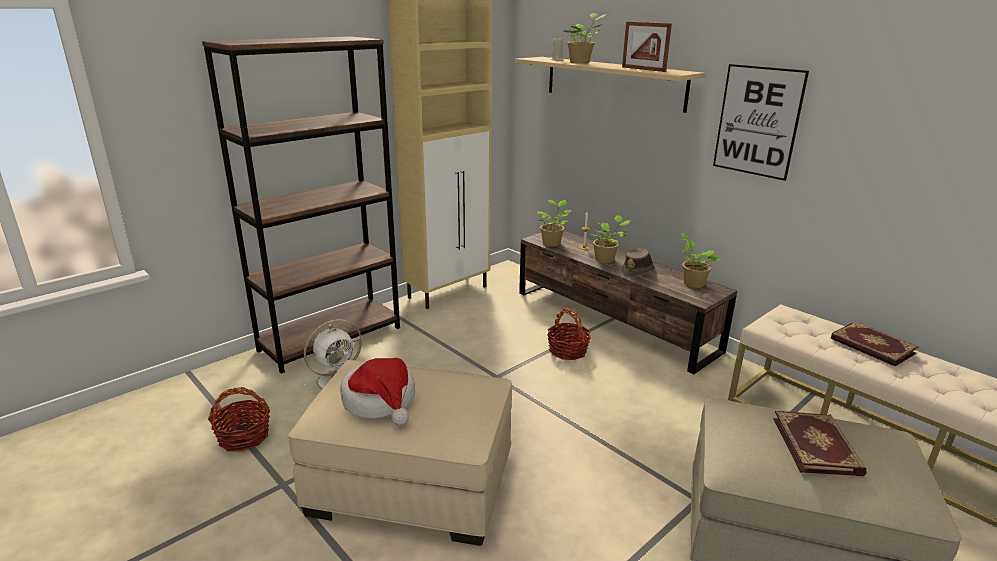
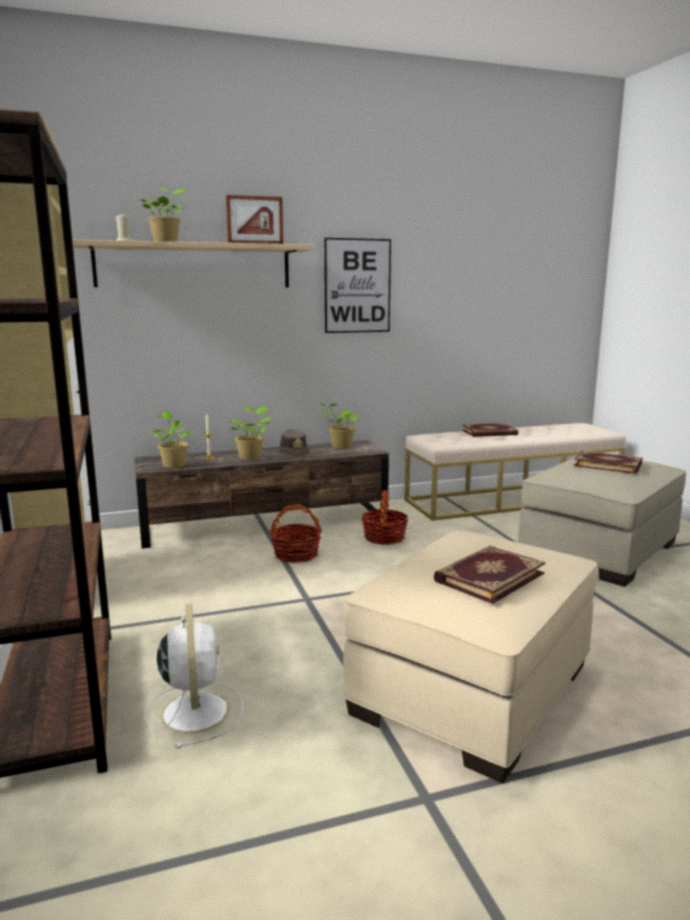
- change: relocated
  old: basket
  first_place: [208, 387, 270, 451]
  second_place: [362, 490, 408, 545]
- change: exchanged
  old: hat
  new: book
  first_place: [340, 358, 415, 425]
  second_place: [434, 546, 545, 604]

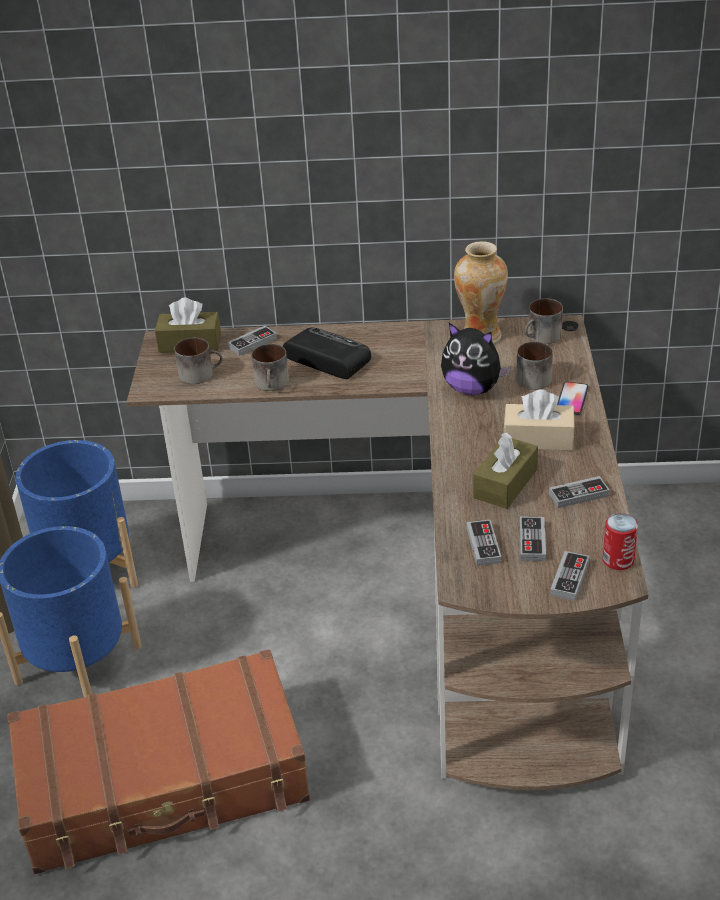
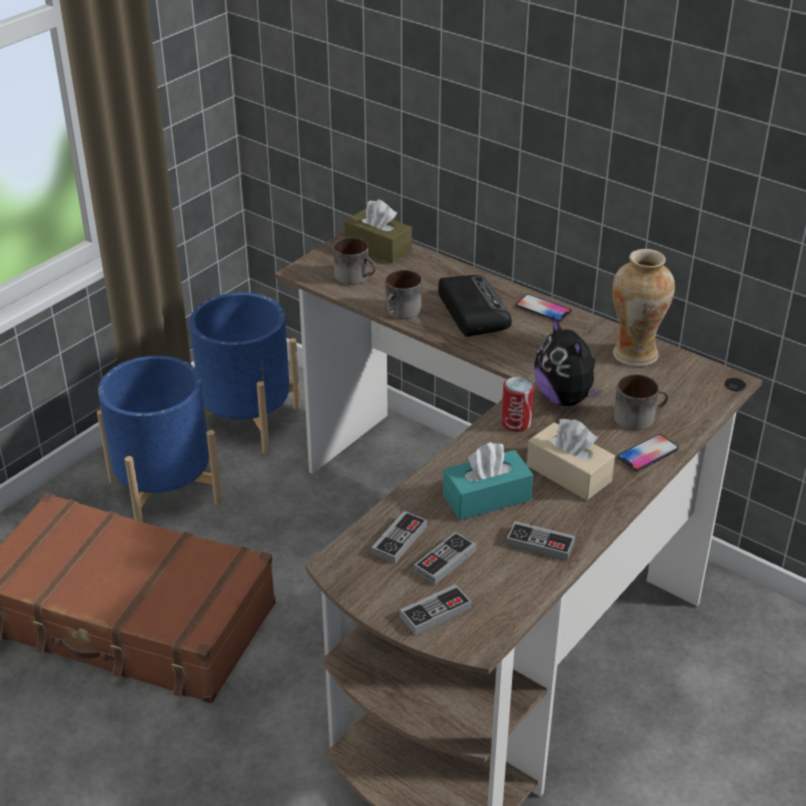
- change: missing
  old: game controller
  first_place: [228, 326, 277, 356]
- change: colour
  old: brown tissue box
  new: turquoise tissue box
  first_place: [473, 432, 538, 509]
  second_place: [443, 442, 533, 520]
- change: missing
  old: mug
  first_place: [524, 298, 563, 344]
- change: relocated
  old: can
  first_place: [603, 513, 638, 570]
  second_place: [501, 376, 534, 432]
- change: appeared
  new: phone
  second_place: [515, 294, 572, 322]

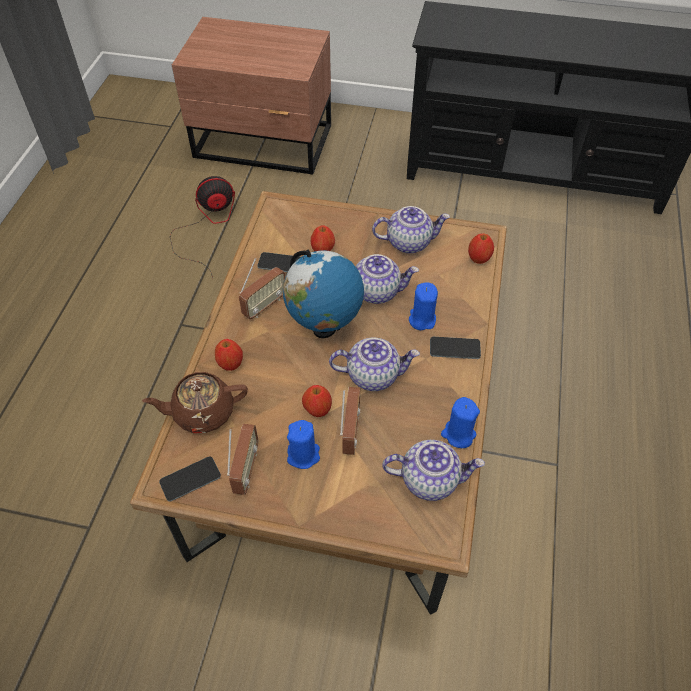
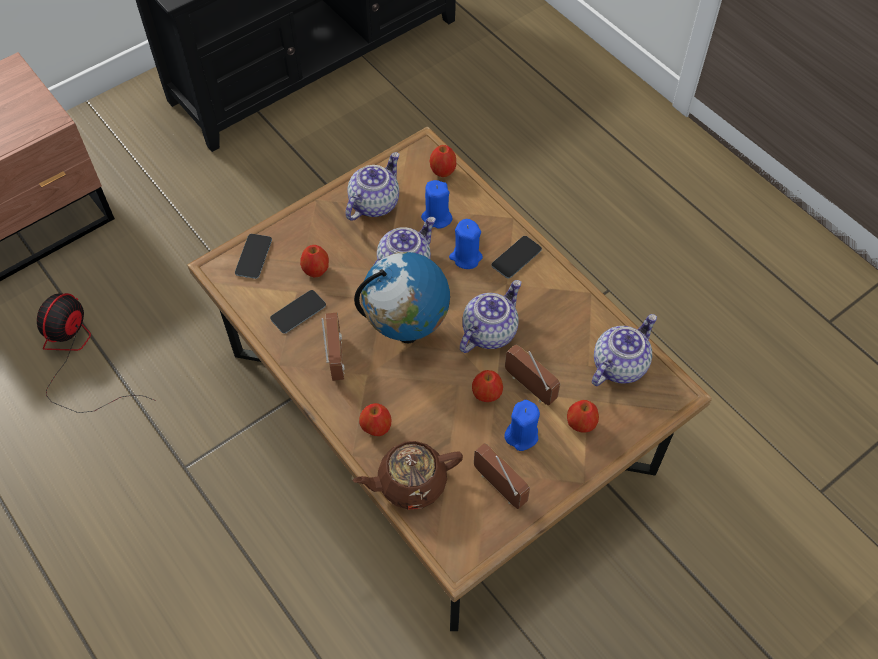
- change: spun
  old: brown teapot
  first_place: [142, 372, 248, 433]
  second_place: [353, 441, 463, 510]
  degrees: 45
- change: relocated
  old: phone
  first_place: [159, 456, 221, 501]
  second_place: [235, 234, 272, 279]
- change: relocated
  old: blue candle
  first_place: [441, 397, 480, 448]
  second_place: [421, 180, 453, 229]
- change: appeared
  new: apple
  second_place: [567, 400, 599, 433]

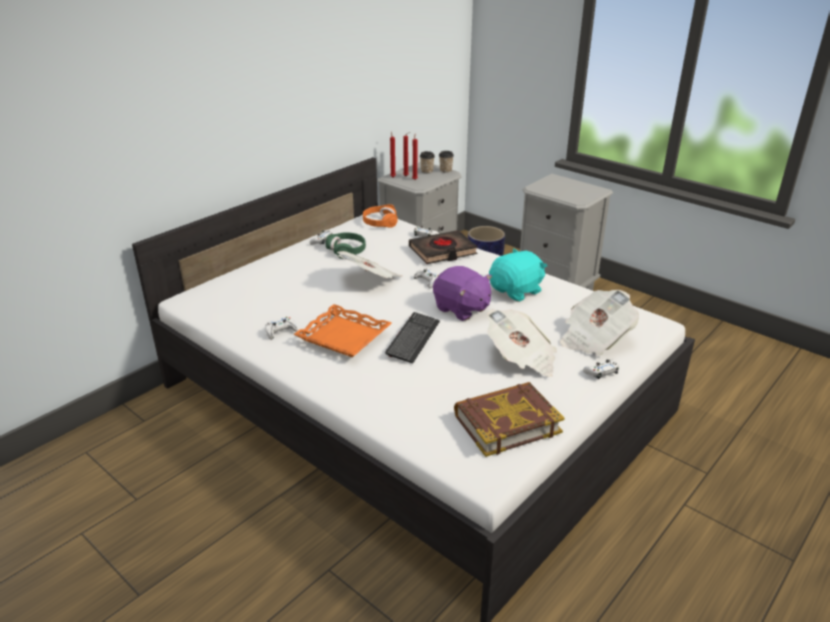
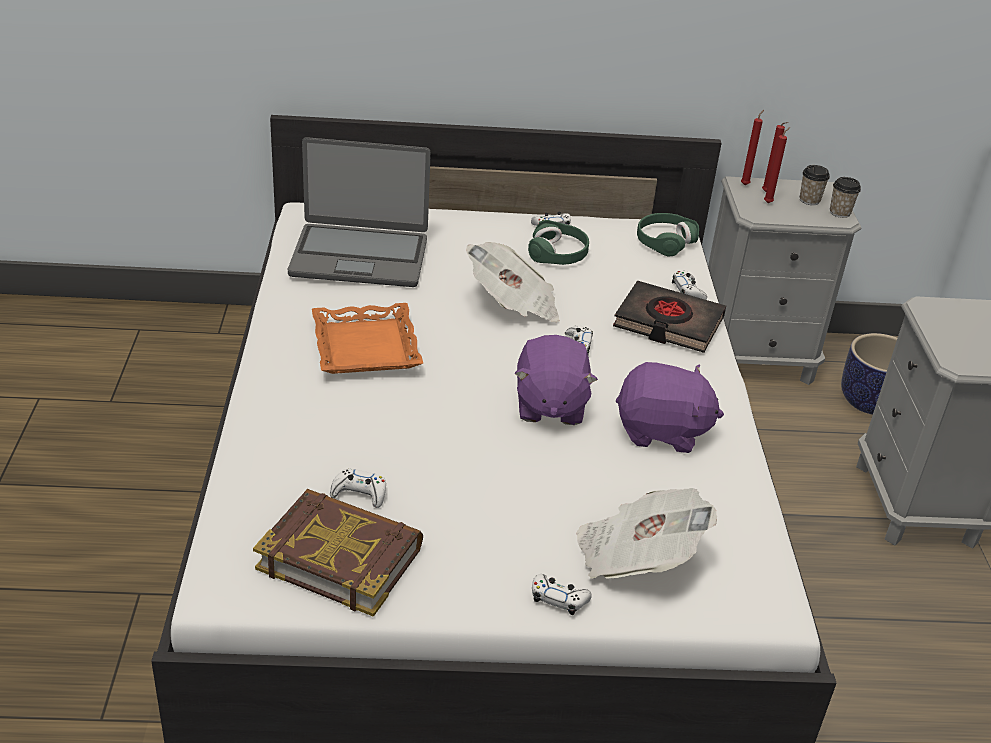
- change: relocated
  old: white game controller
  first_place: [265, 317, 298, 340]
  second_place: [330, 469, 386, 508]
- change: colour
  old: orange headphones
  new: green headphones
  first_place: [363, 204, 397, 228]
  second_place: [637, 213, 699, 257]
- change: missing
  old: keyboard
  first_place: [385, 312, 440, 363]
- change: missing
  old: newspaper
  first_place: [487, 309, 557, 377]
- change: colour
  old: turquoise plush toy
  new: purple plush toy
  first_place: [489, 248, 547, 302]
  second_place: [616, 362, 724, 453]
- change: appeared
  new: laptop
  second_place: [288, 137, 431, 287]

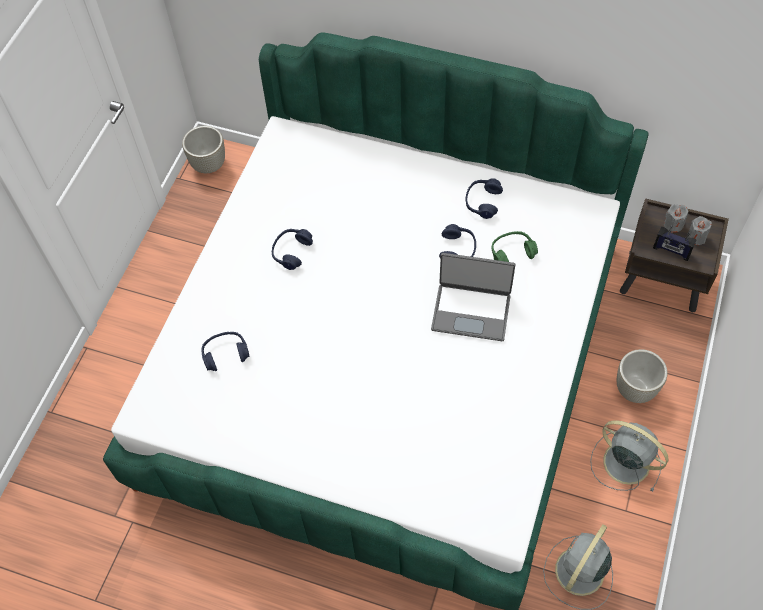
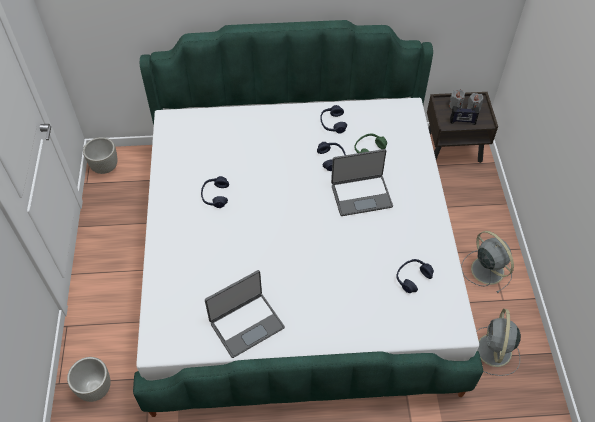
- change: relocated
  old: blue headphones
  first_place: [202, 332, 249, 371]
  second_place: [396, 259, 434, 293]
- change: spun
  old: grey fan
  first_place: [590, 420, 669, 492]
  second_place: [461, 231, 514, 293]
  degrees: 45
- change: relocated
  old: grey planter
  first_place: [617, 349, 668, 403]
  second_place: [67, 357, 111, 402]
- change: appeared
  new: laptop
  second_place: [205, 270, 285, 358]

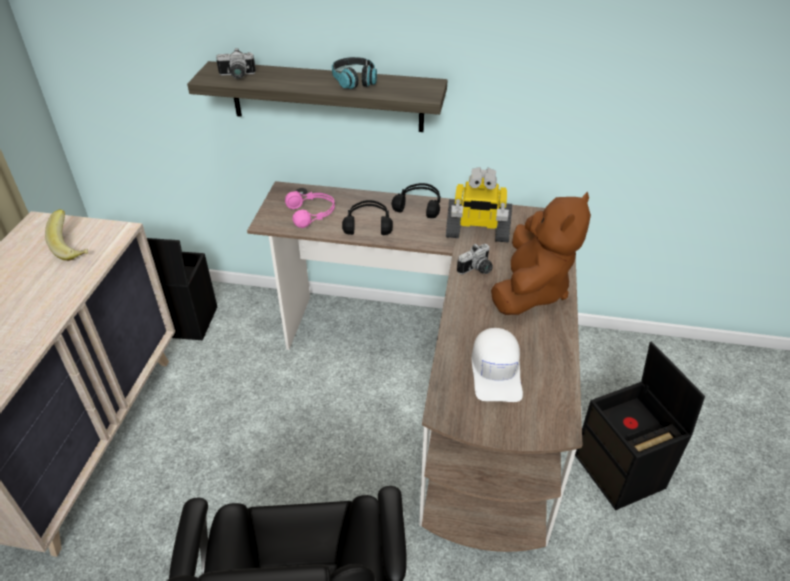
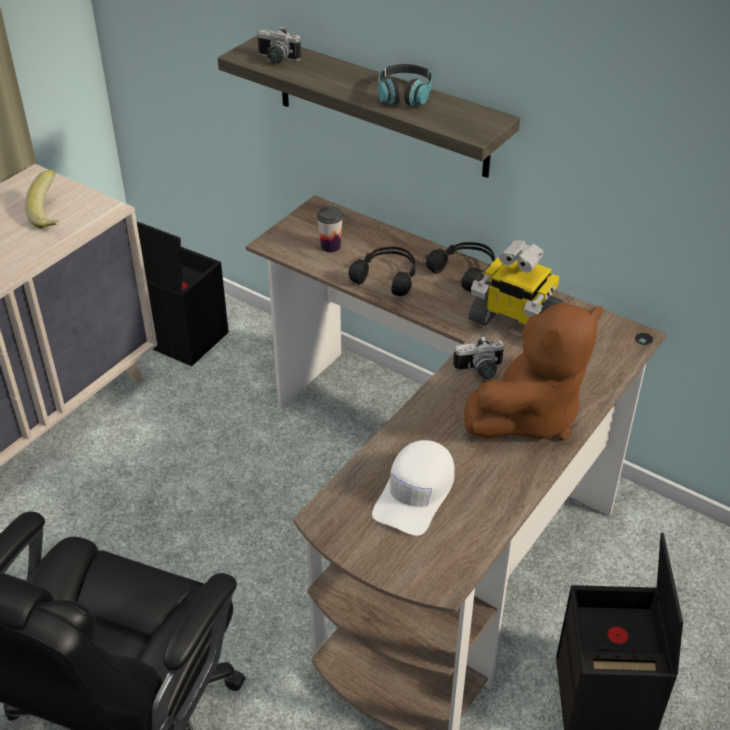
- change: exchanged
  old: pink headphones
  new: cup
  first_place: [285, 191, 335, 228]
  second_place: [317, 206, 343, 252]

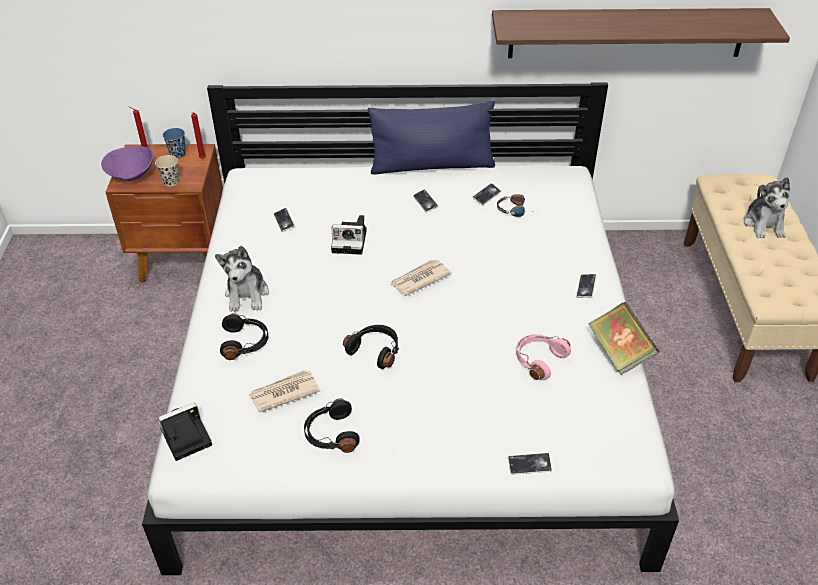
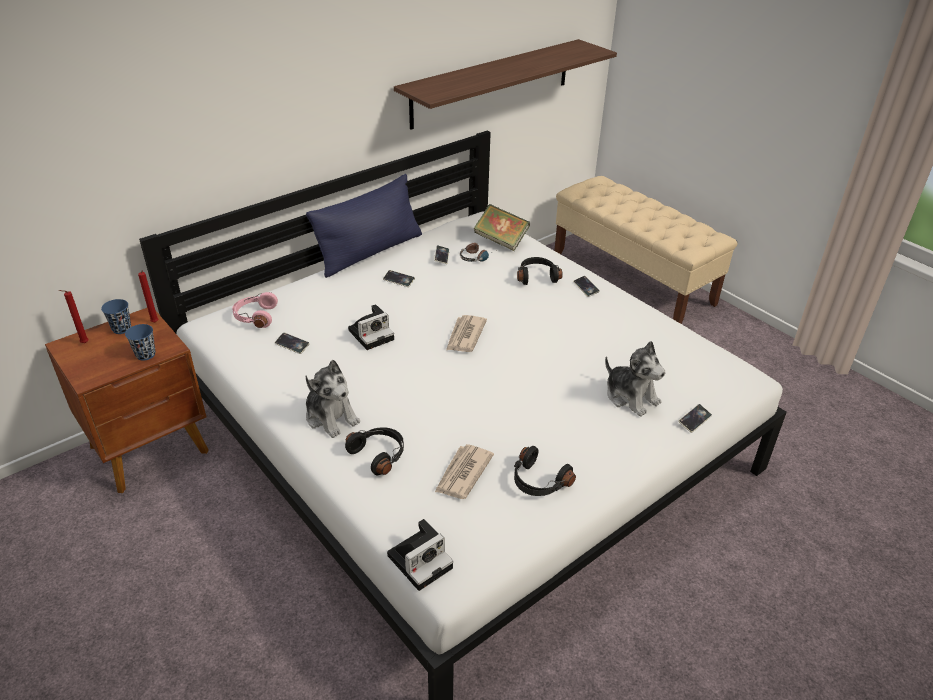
- change: missing
  old: purple bowl
  first_place: [101, 146, 153, 181]
- change: colour
  old: beige cup
  new: blue cup
  first_place: [155, 155, 179, 186]
  second_place: [125, 324, 155, 361]
- change: spun
  old: photo camera
  first_place: [158, 402, 212, 461]
  second_place: [387, 519, 453, 591]
  degrees: -150
- change: relocated
  old: black headphones
  first_place: [343, 325, 399, 369]
  second_place: [517, 257, 563, 285]
- change: relocated
  old: pink headphones
  first_place: [516, 334, 571, 380]
  second_place: [232, 292, 278, 328]
- change: relocated
  old: book
  first_place: [588, 302, 659, 375]
  second_place: [474, 204, 530, 251]
- change: relocated
  old: plush toy
  first_place: [744, 177, 790, 238]
  second_place: [605, 341, 666, 417]

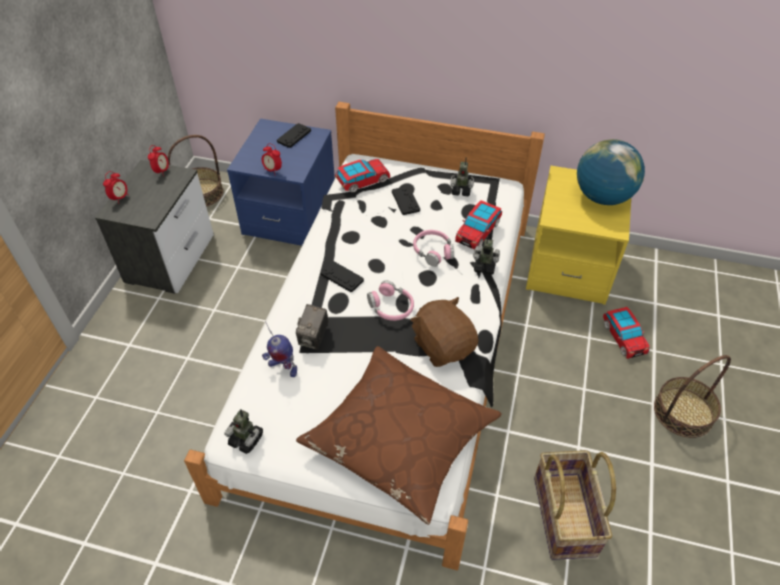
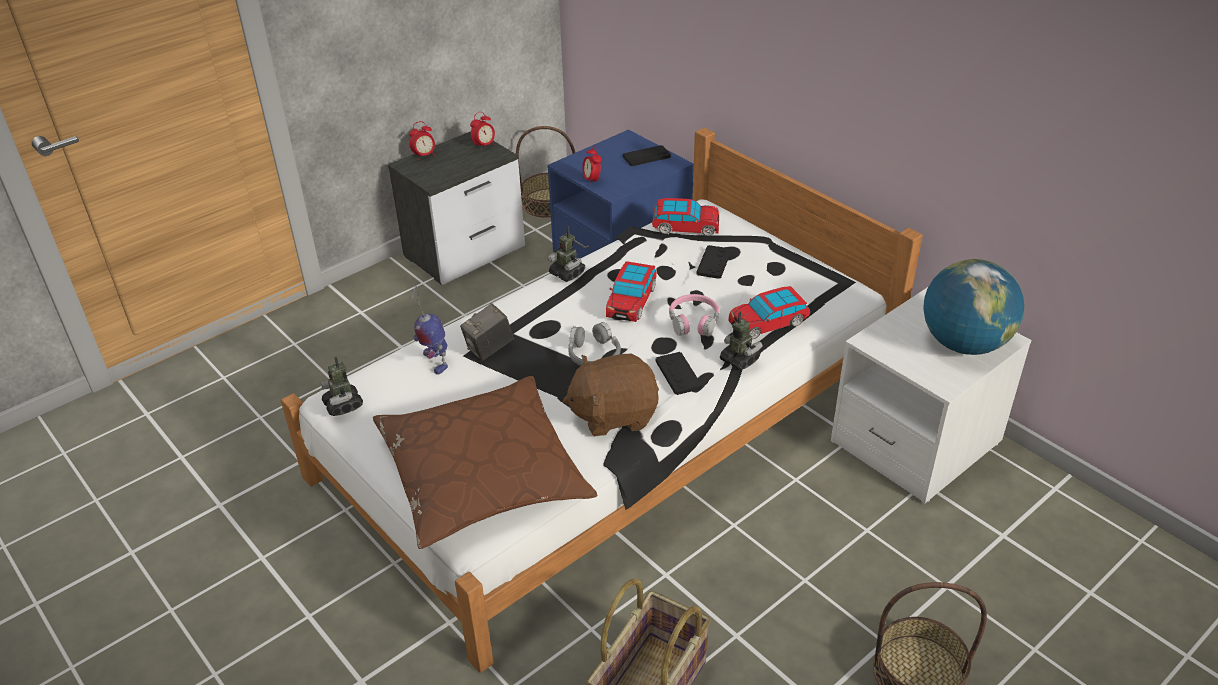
- change: relocated
  old: black game controller
  first_place: [320, 261, 364, 292]
  second_place: [656, 352, 702, 395]
- change: colour
  old: pink headphones
  new: grey headphones
  first_place: [367, 280, 414, 321]
  second_place: [568, 322, 621, 366]
- change: spun
  old: brown plush toy
  first_place: [410, 297, 478, 367]
  second_place: [563, 353, 659, 436]
  degrees: -105
- change: relocated
  old: toy robot
  first_place: [450, 157, 474, 196]
  second_place: [547, 227, 585, 282]
- change: colour
  old: yellow nightstand
  new: white nightstand
  first_place: [526, 166, 631, 305]
  second_place: [831, 287, 1032, 504]
- change: relocated
  old: toy car
  first_place: [603, 307, 650, 359]
  second_place: [606, 261, 657, 322]

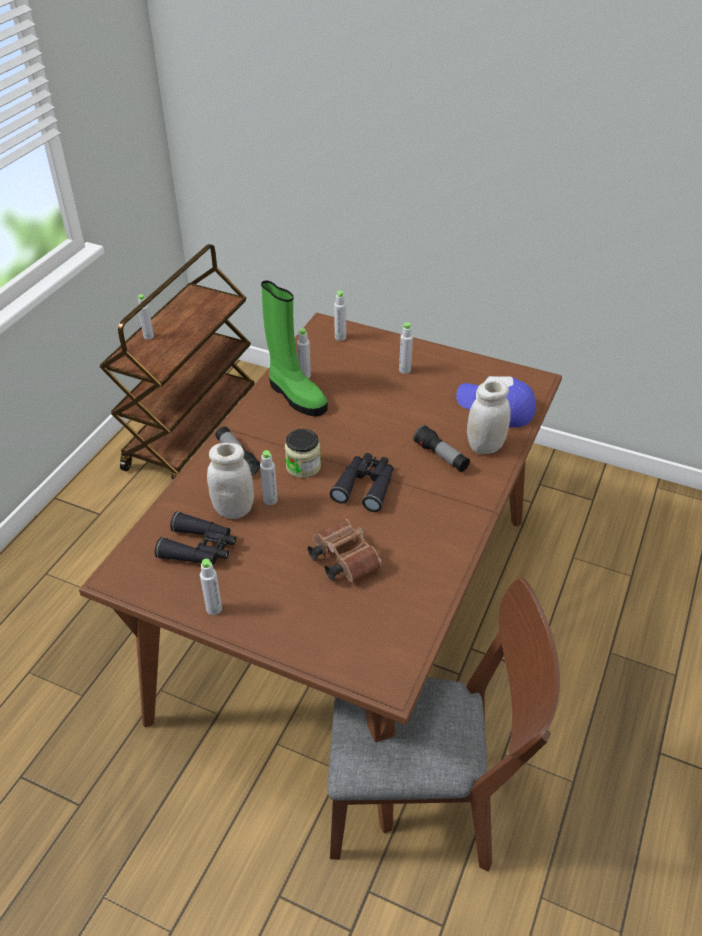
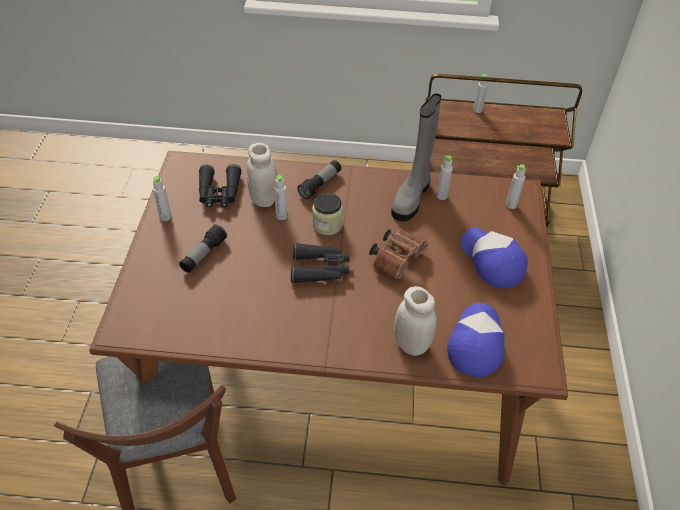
- change: colour
  old: green boot
  new: grey boot
  first_place: [261, 280, 328, 417]
  second_place: [391, 93, 441, 222]
- change: relocated
  old: brown binoculars
  first_place: [308, 519, 382, 582]
  second_place: [369, 229, 428, 280]
- change: exchanged
  old: grey bottle
  new: cap
  first_place: [399, 322, 413, 374]
  second_place: [461, 228, 528, 288]
- change: relocated
  old: flashlight
  first_place: [413, 425, 470, 472]
  second_place: [179, 224, 227, 273]

